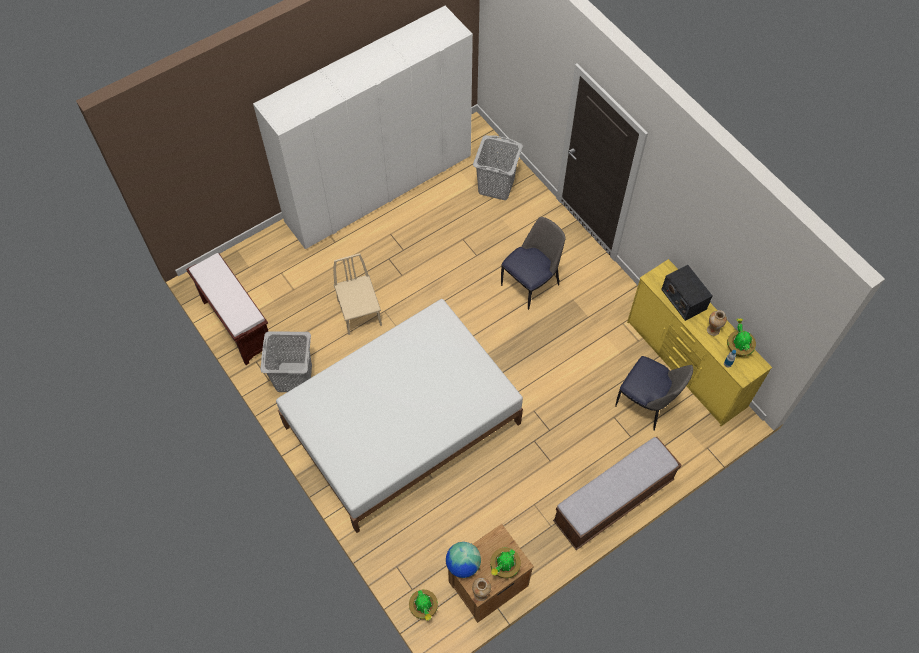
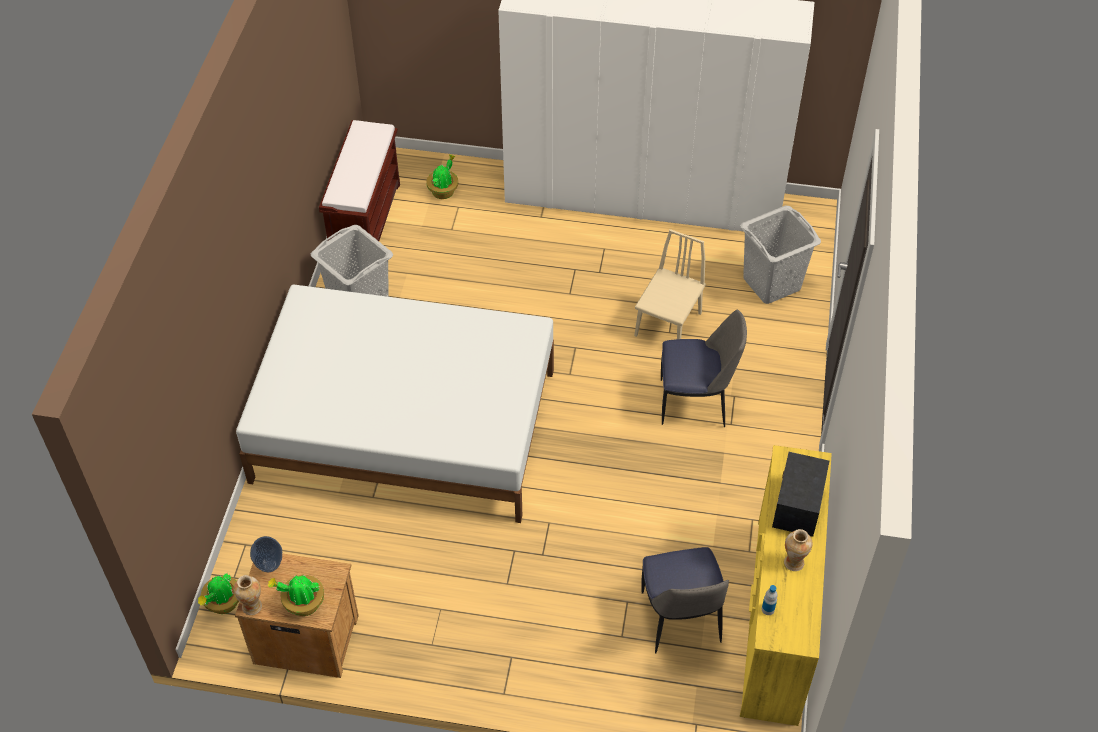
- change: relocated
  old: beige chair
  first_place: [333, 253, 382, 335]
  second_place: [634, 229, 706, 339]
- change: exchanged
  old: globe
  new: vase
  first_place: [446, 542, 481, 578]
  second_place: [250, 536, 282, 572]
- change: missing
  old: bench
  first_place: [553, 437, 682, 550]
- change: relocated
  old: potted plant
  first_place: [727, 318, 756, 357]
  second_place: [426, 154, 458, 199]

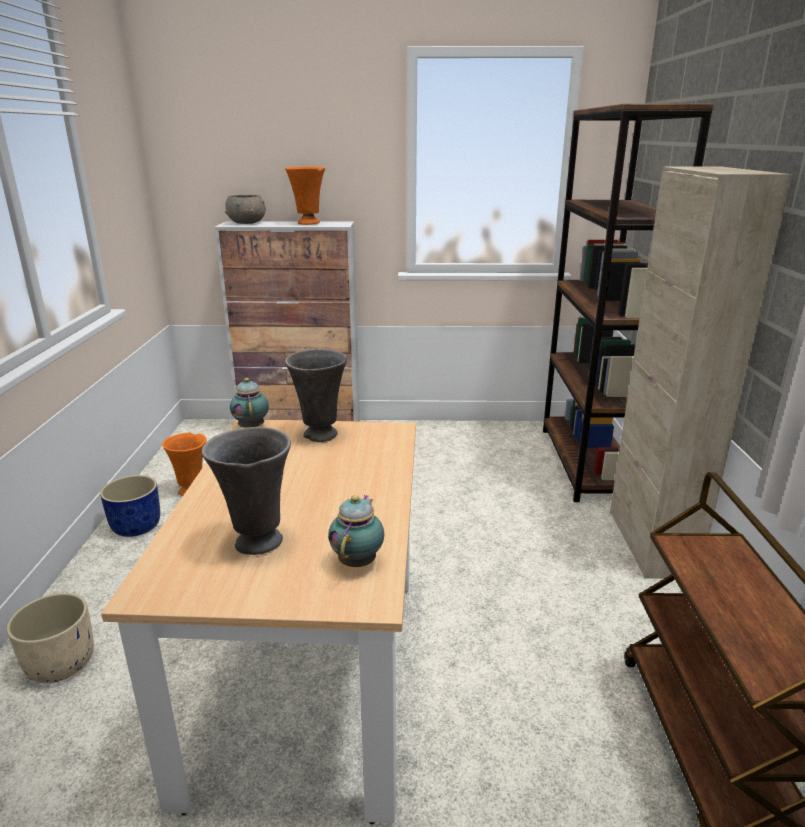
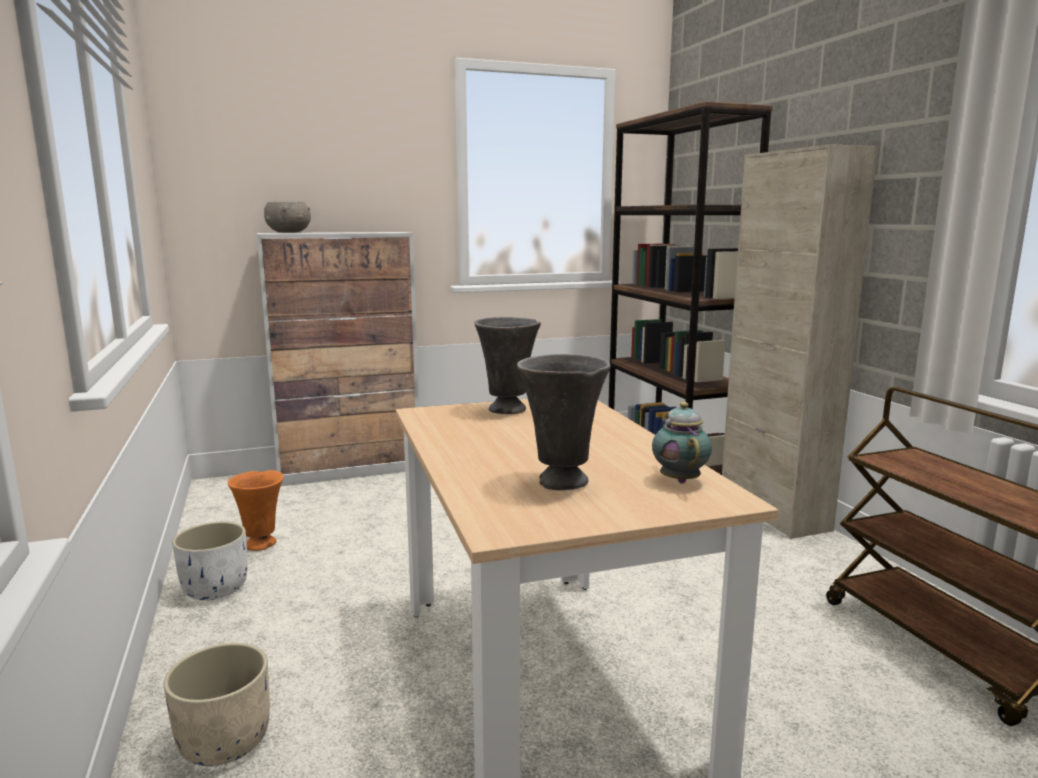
- change: colour
  old: blue planter
  new: white planter
  first_place: [100, 475, 160, 537]
  second_place: [172, 522, 247, 600]
- change: missing
  old: teapot
  first_place: [230, 378, 269, 428]
- change: missing
  old: orange vase
  first_place: [285, 166, 325, 225]

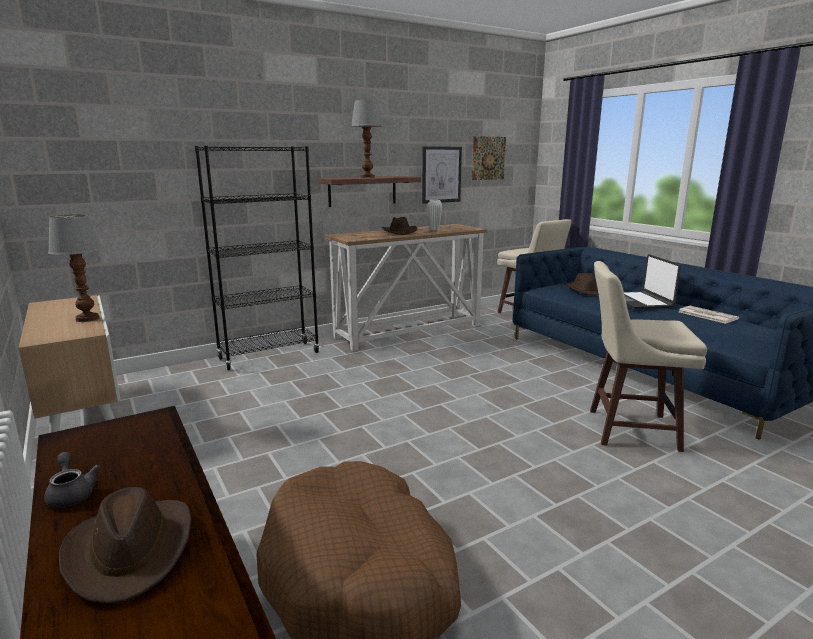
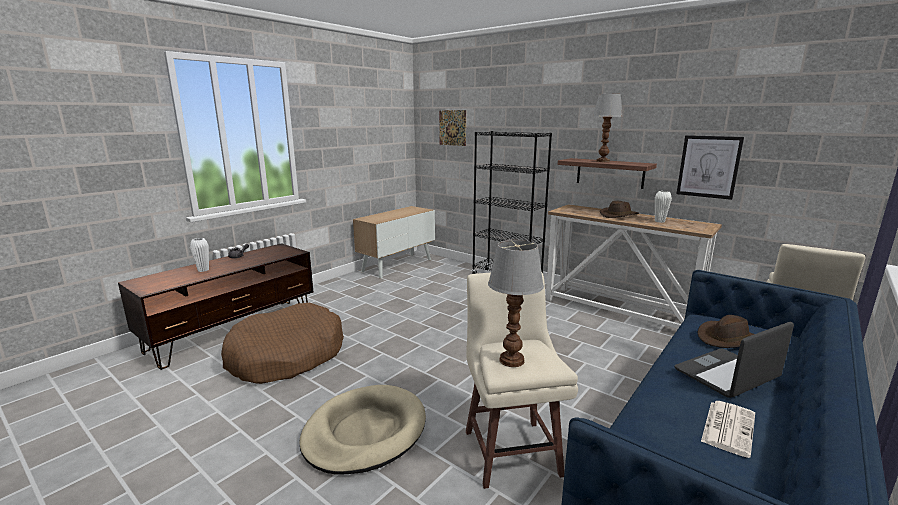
- change: relocated
  old: table lamp
  first_place: [48, 214, 101, 322]
  second_place: [488, 240, 544, 367]
- change: exchanged
  old: brown hat
  new: white vase
  first_place: [59, 487, 192, 604]
  second_place: [190, 238, 209, 272]
- change: relocated
  old: picture
  first_place: [472, 136, 506, 180]
  second_place: [439, 110, 466, 146]
- change: appeared
  new: beige dog bed
  second_place: [300, 385, 426, 474]

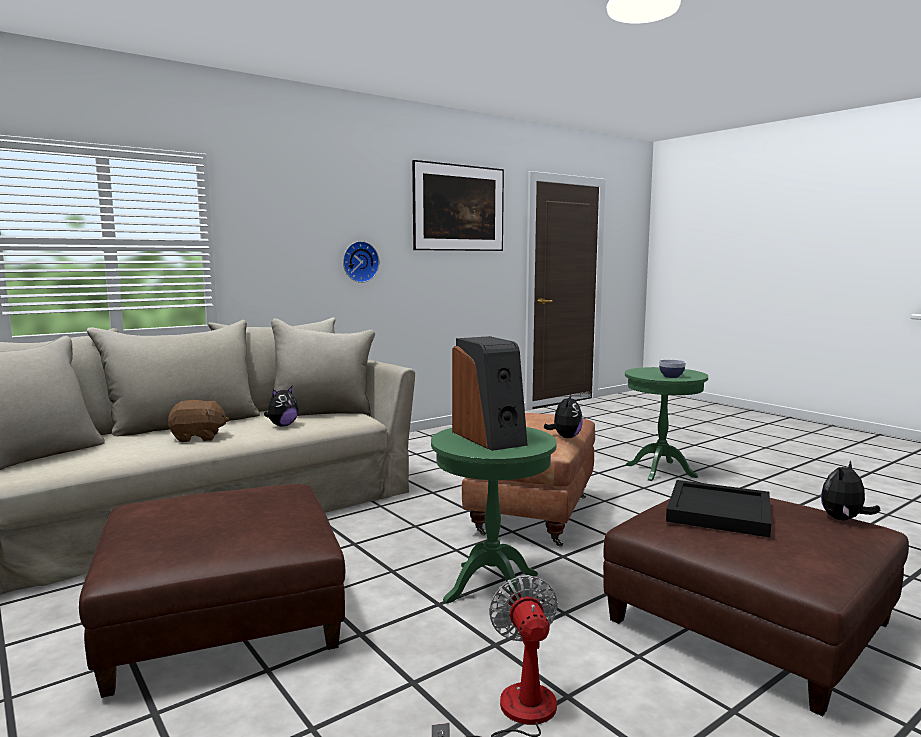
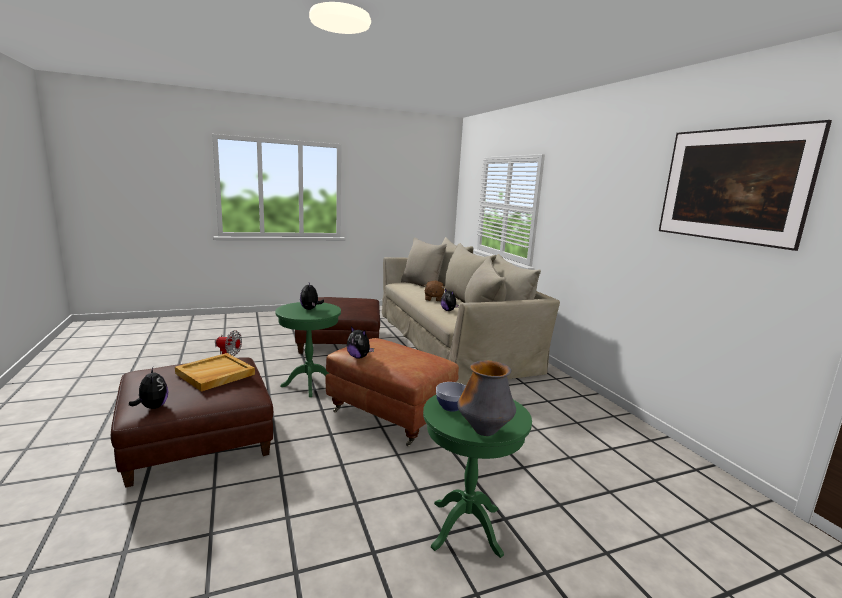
- change: missing
  old: wall clock
  first_place: [343, 241, 379, 283]
- change: exchanged
  old: speaker
  new: plush toy
  first_place: [452, 336, 528, 451]
  second_place: [300, 283, 324, 310]
- change: colour
  old: black tray
  new: beige tray
  first_place: [666, 480, 771, 537]
  second_place: [175, 353, 255, 392]
- change: appeared
  new: vase
  second_place: [458, 361, 516, 436]

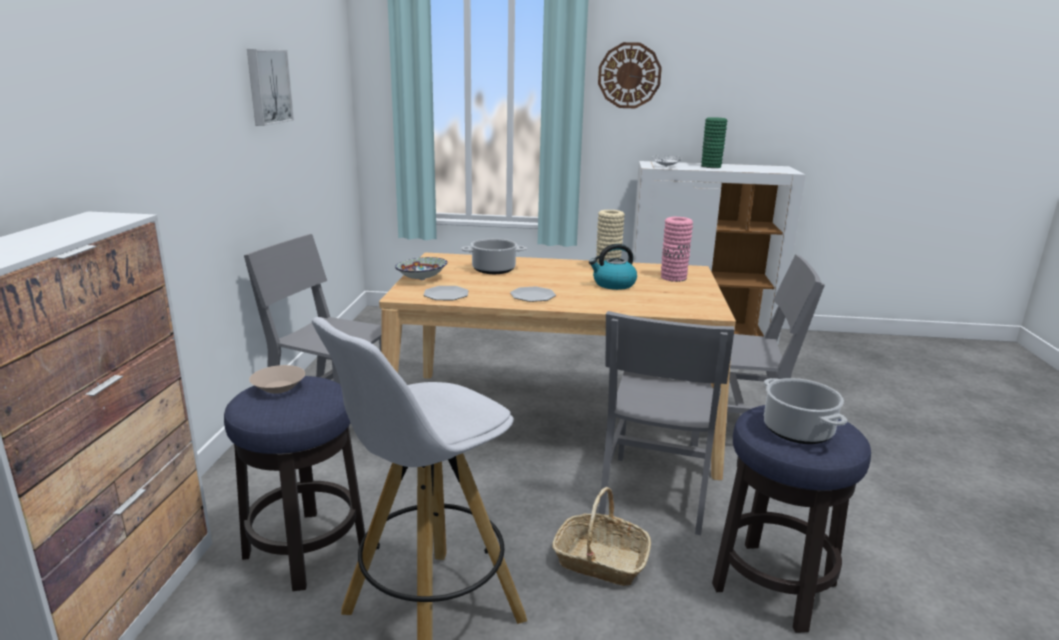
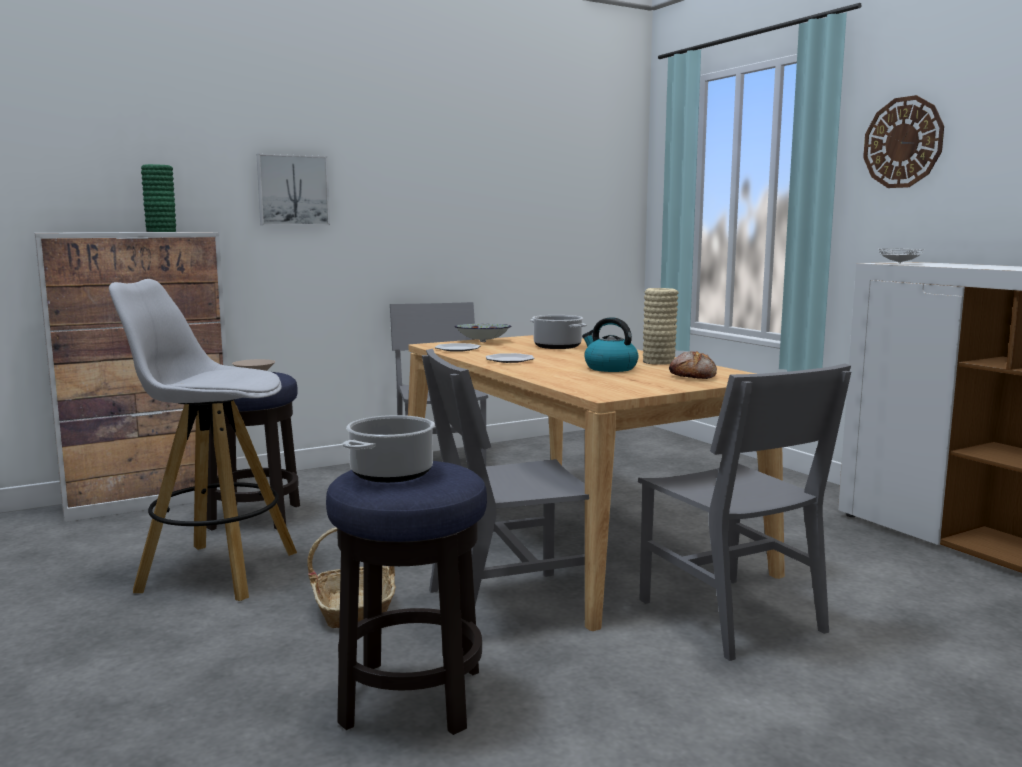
- change: relocated
  old: picture
  first_place: [247, 49, 294, 126]
  second_place: [257, 154, 330, 225]
- change: exchanged
  old: pink vase
  new: bread
  first_place: [661, 217, 693, 282]
  second_place: [669, 351, 717, 379]
- change: relocated
  old: green vase
  first_place: [701, 117, 727, 168]
  second_place: [141, 164, 176, 232]

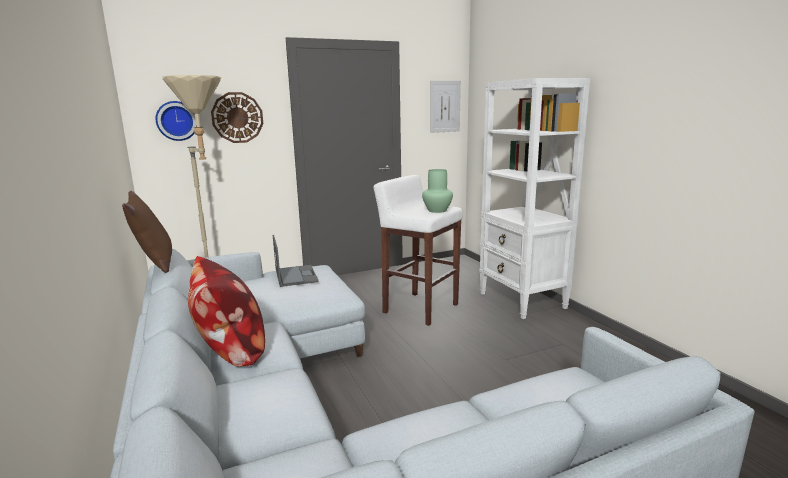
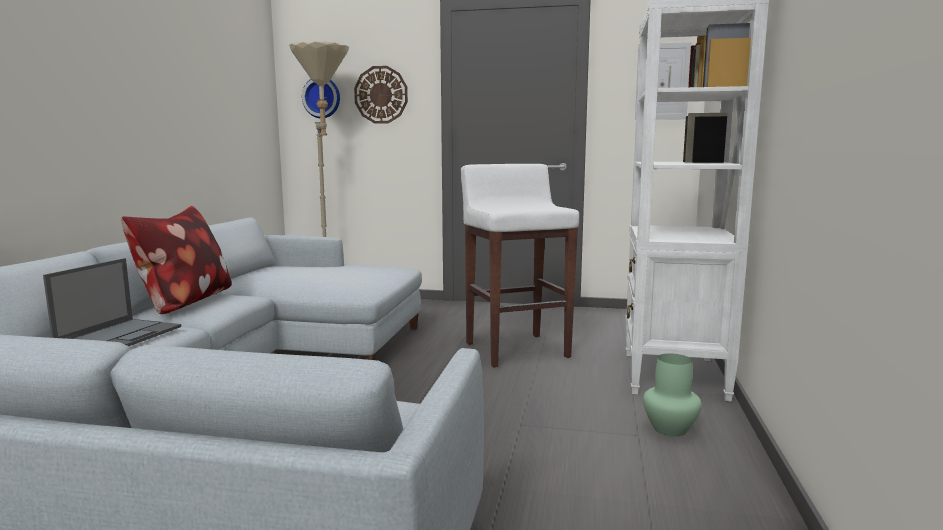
- change: missing
  old: brown pillow
  first_place: [122, 191, 172, 273]
- change: relocated
  old: laptop
  first_place: [273, 235, 319, 287]
  second_place: [43, 258, 181, 347]
- change: relocated
  old: green vase
  first_place: [422, 169, 453, 213]
  second_place: [643, 354, 702, 436]

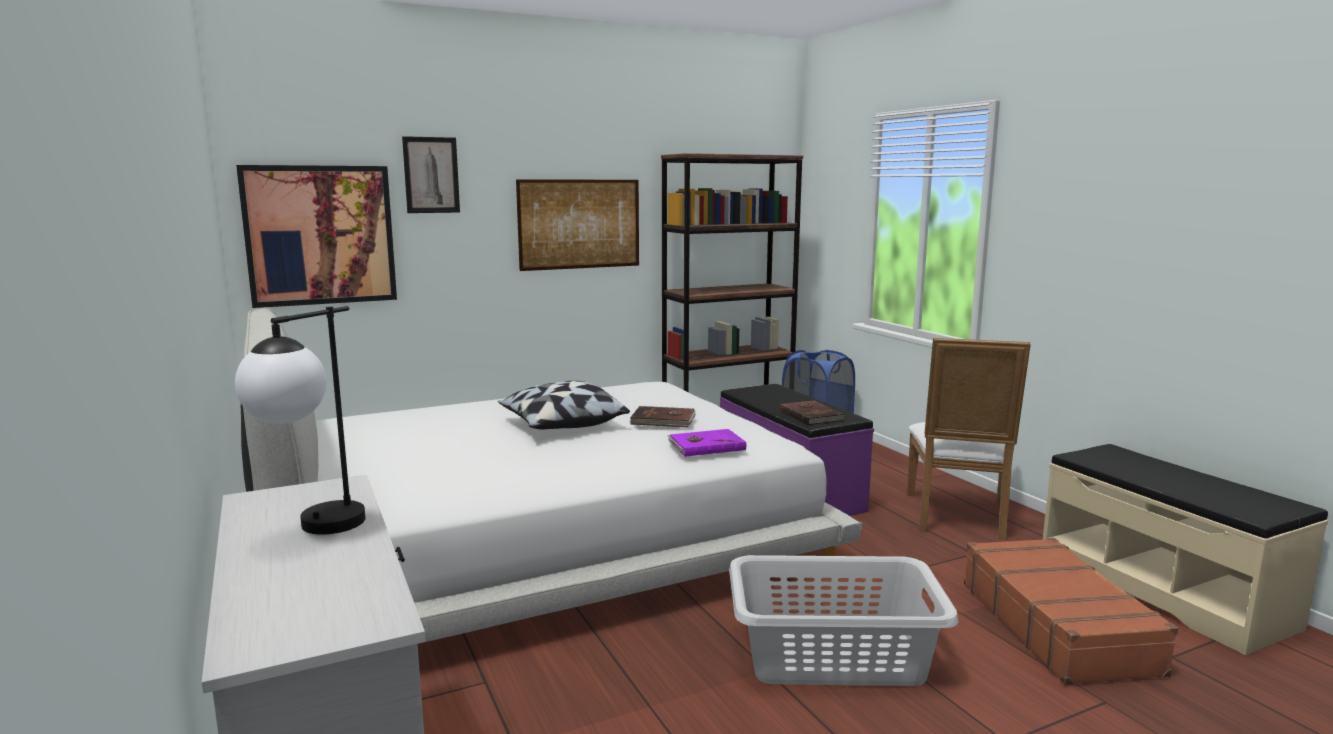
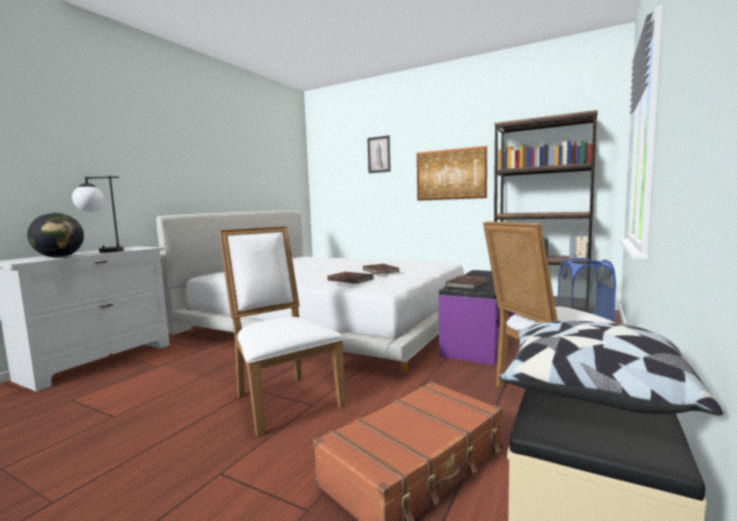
- change: missing
  old: picture
  first_place: [236, 165, 397, 308]
- change: relocated
  old: pillow
  first_place: [498, 380, 630, 429]
  second_place: [499, 320, 723, 416]
- change: colour
  old: purple book
  new: brown book
  first_place: [667, 429, 746, 457]
  second_place: [327, 272, 374, 284]
- change: exchanged
  old: grey laundry basket
  new: white chair
  first_place: [729, 555, 959, 686]
  second_place: [219, 226, 346, 438]
- change: appeared
  new: globe
  second_place: [27, 213, 84, 257]

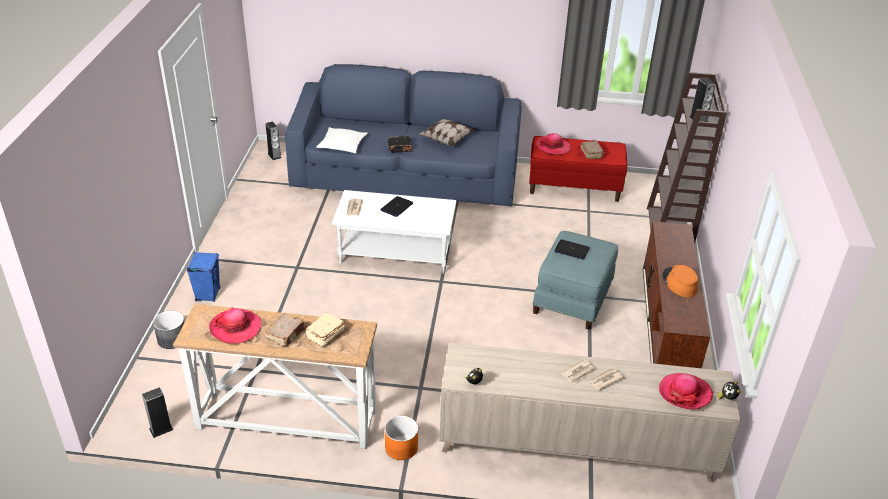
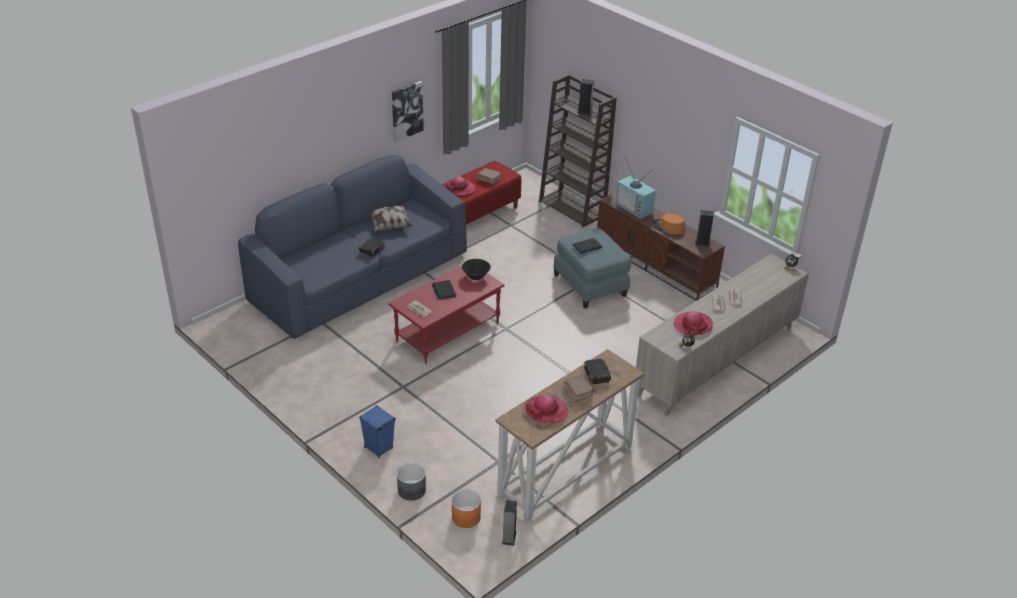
- change: relocated
  old: speaker
  first_place: [265, 122, 282, 160]
  second_place: [695, 210, 714, 246]
- change: colour
  old: beige book
  new: black book
  first_place: [305, 313, 345, 347]
  second_place: [584, 358, 611, 385]
- change: missing
  old: white pillow
  first_place: [316, 127, 367, 153]
- change: colour
  old: white coffee table
  new: red coffee table
  first_place: [332, 190, 457, 274]
  second_place: [388, 266, 505, 364]
- change: relocated
  old: orange planter
  first_place: [385, 416, 418, 460]
  second_place: [452, 489, 481, 528]
- change: relocated
  old: hat
  first_place: [659, 373, 713, 410]
  second_place: [673, 311, 713, 336]
- change: appeared
  new: picture
  second_place: [392, 81, 424, 142]
- change: appeared
  new: black bowl
  second_place: [462, 259, 491, 280]
- change: appeared
  new: television
  second_place: [615, 158, 656, 219]

